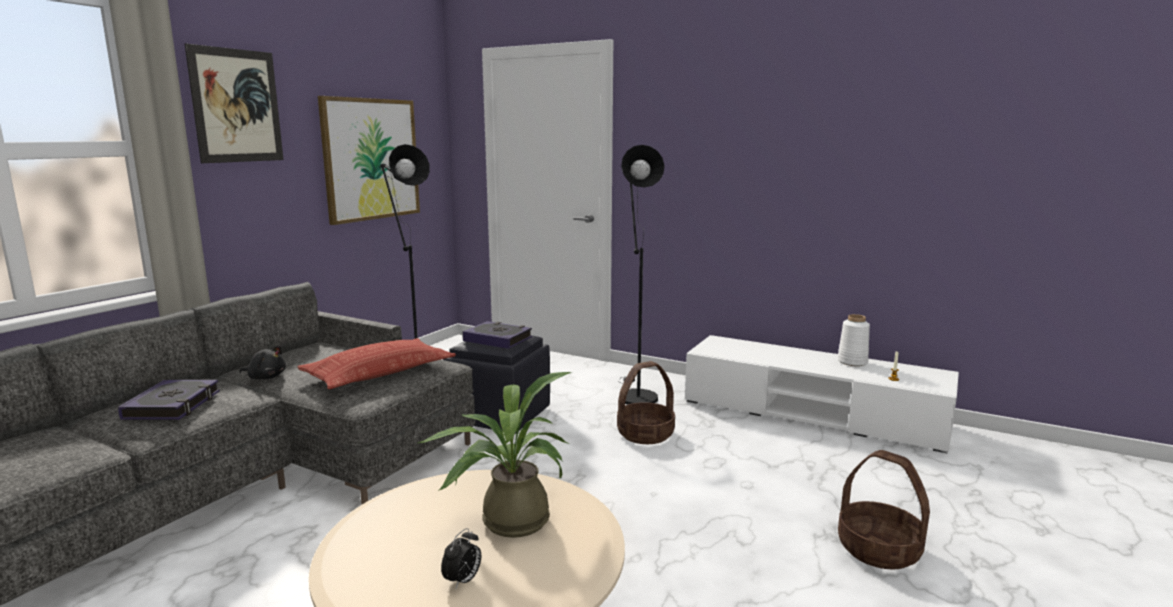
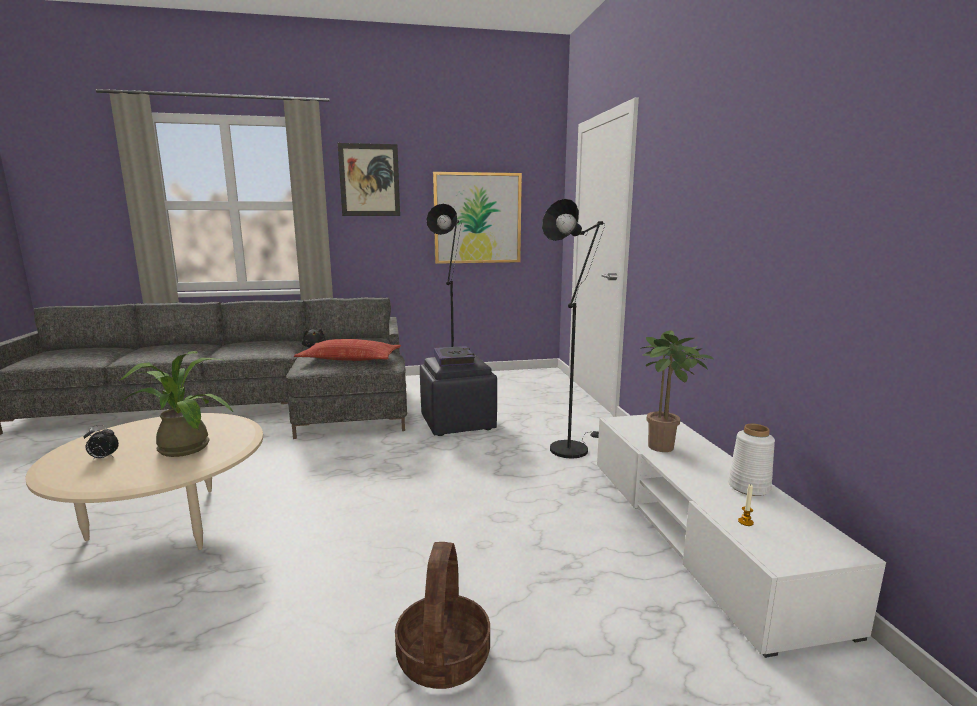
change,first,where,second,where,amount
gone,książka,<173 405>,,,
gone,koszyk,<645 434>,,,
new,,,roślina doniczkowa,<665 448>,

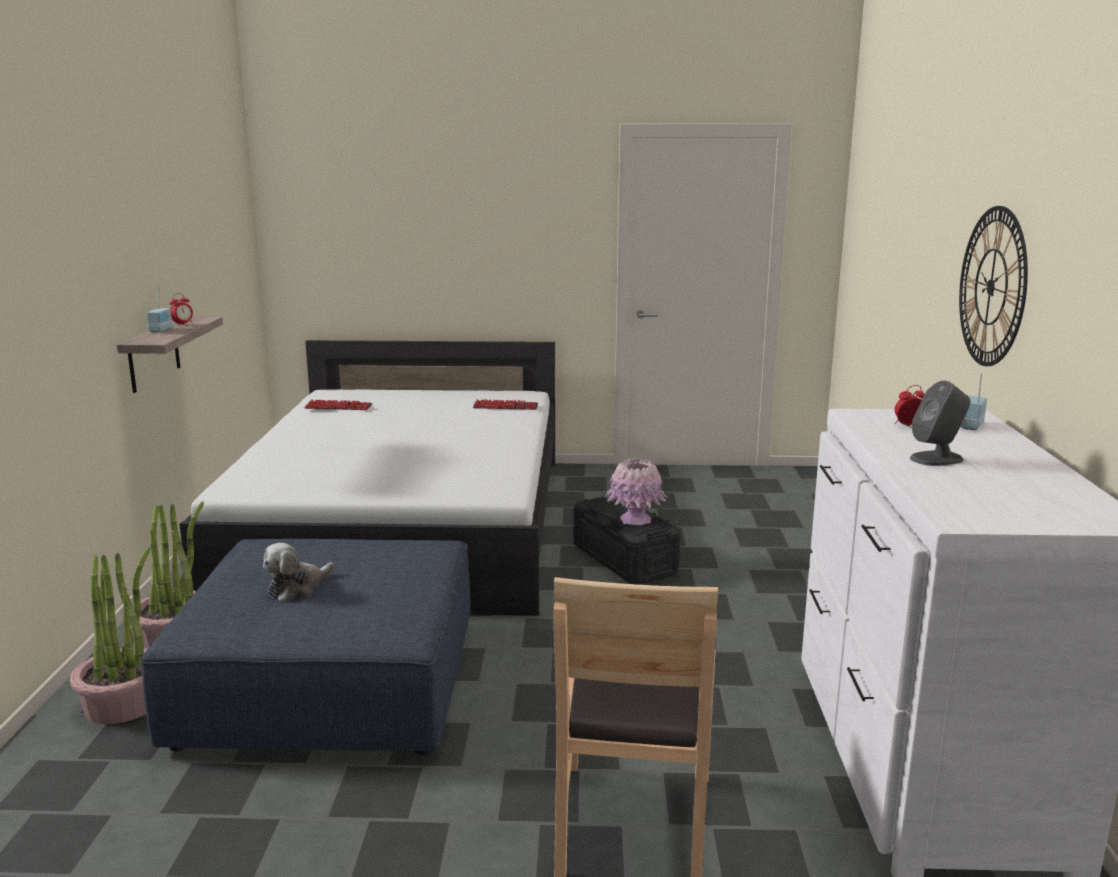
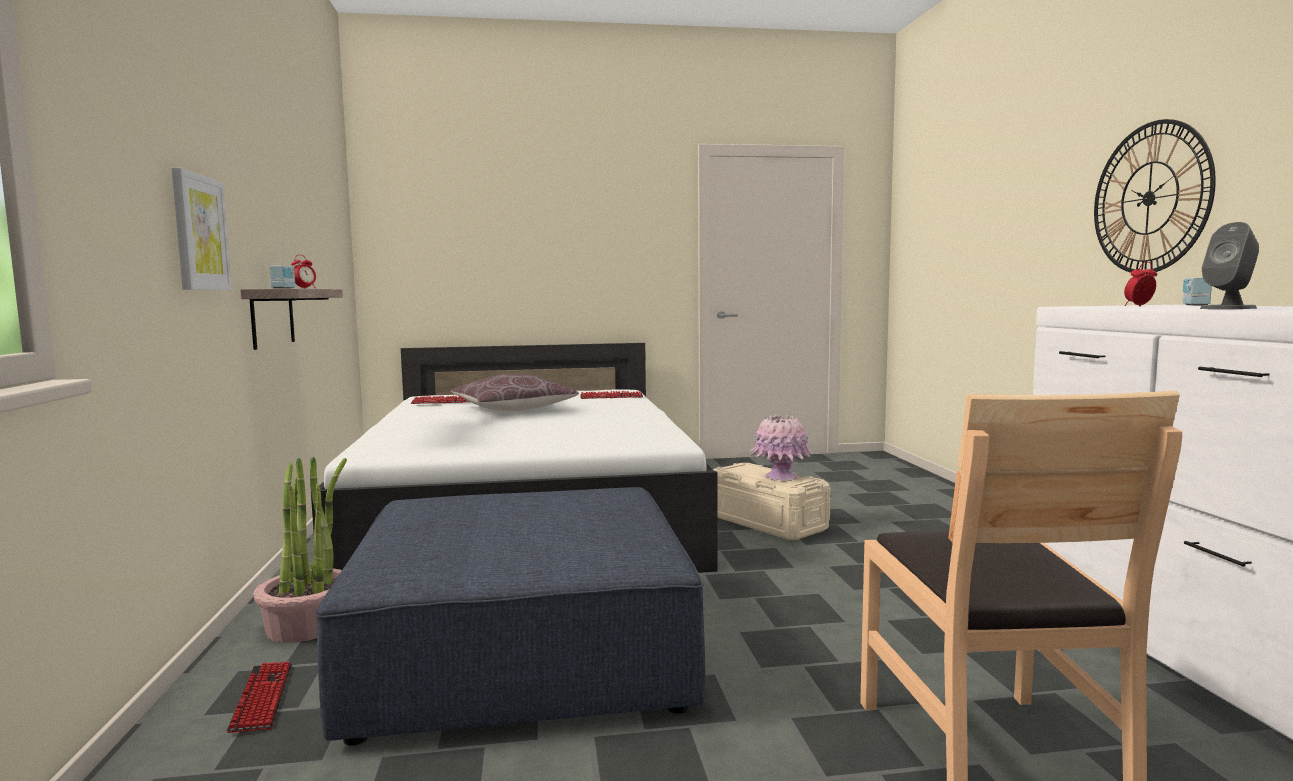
change,first,where,second,where,amount
gone,pluszak,<297 588>,,,
new,,,obraz,<199 233>,
new,,,poduszka [brązowy],<514 410>,
swapped,roślina doniczkowa,<123 703>,klawiatura,<262 698>,
repainted,pojemnik do przechowywania [czarny],<624 559>,pojemnik do przechowywania [beżowy],<766 522>,

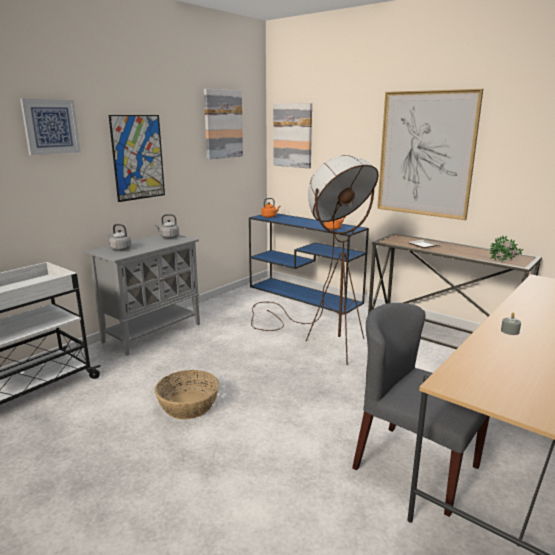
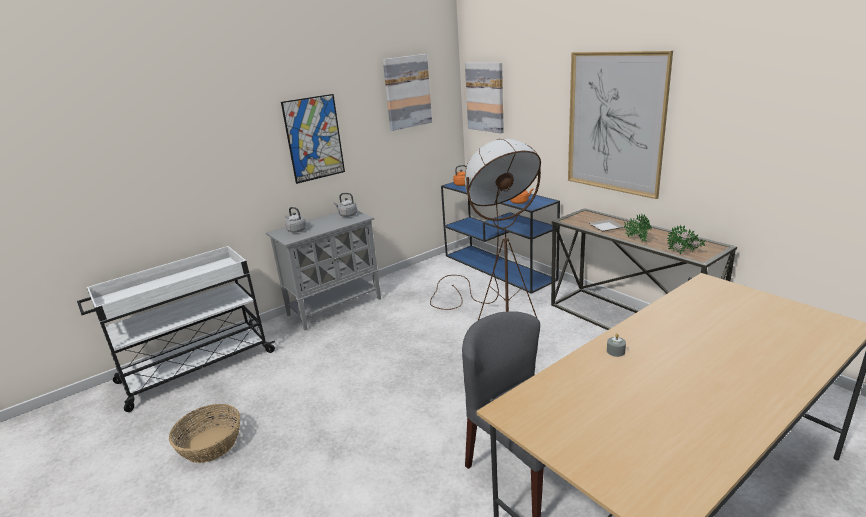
change,first,where,second,where,amount
gone,obraz,<51 127>,,,
new,,,roślina doniczkowa,<636 239>,
shifted,koszyk,<188 405>,,<210 444>,

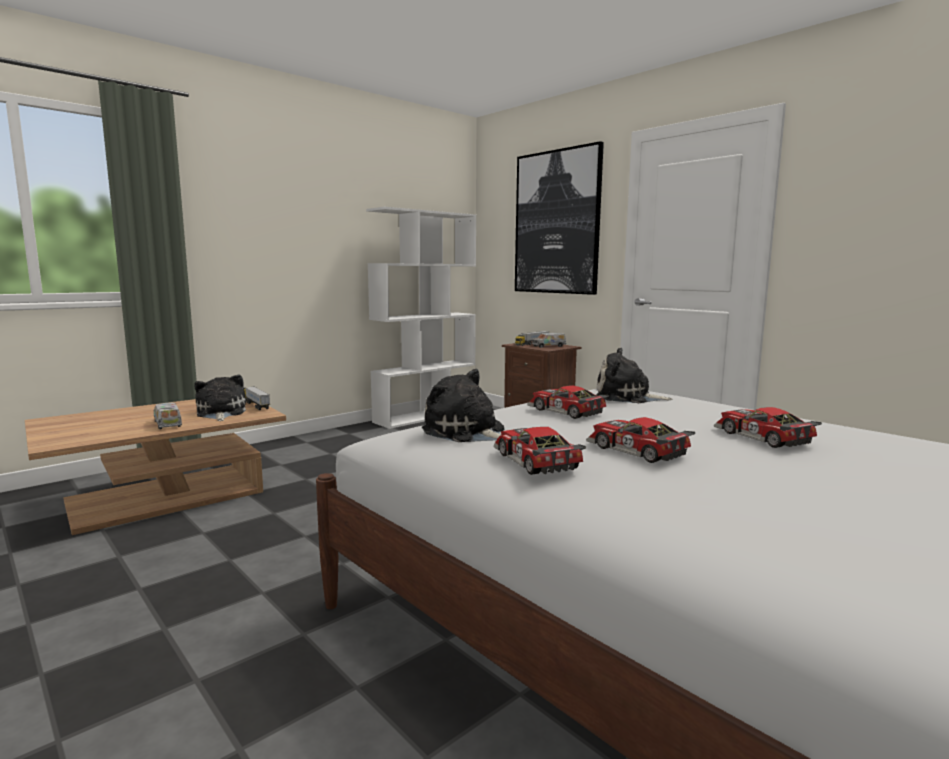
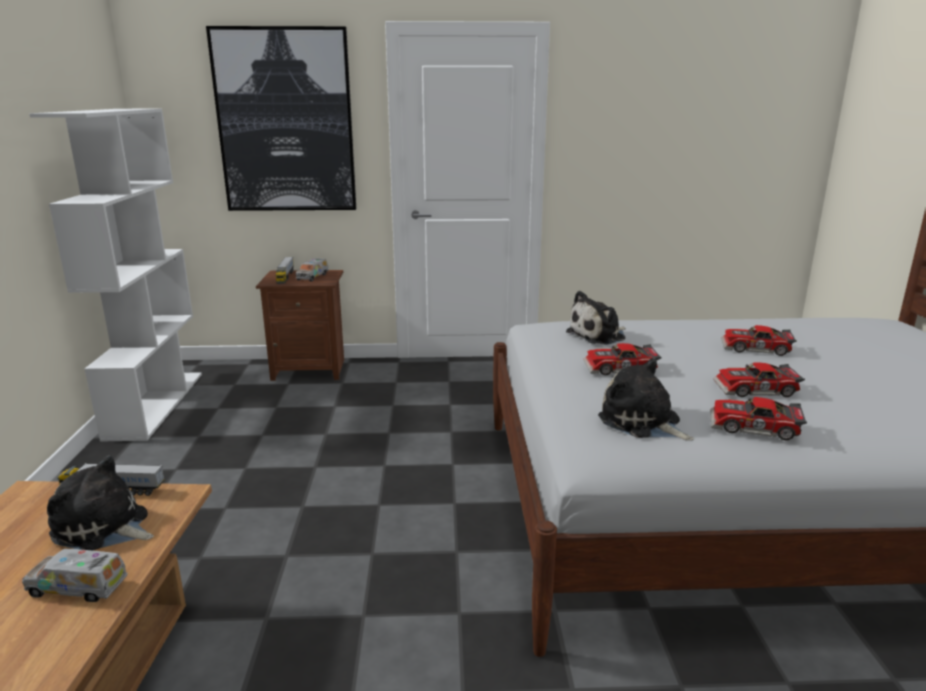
change,first,where,second,where,amount
rotated,pluszak,<467 432>,,<642 422>,60 degrees clockwise

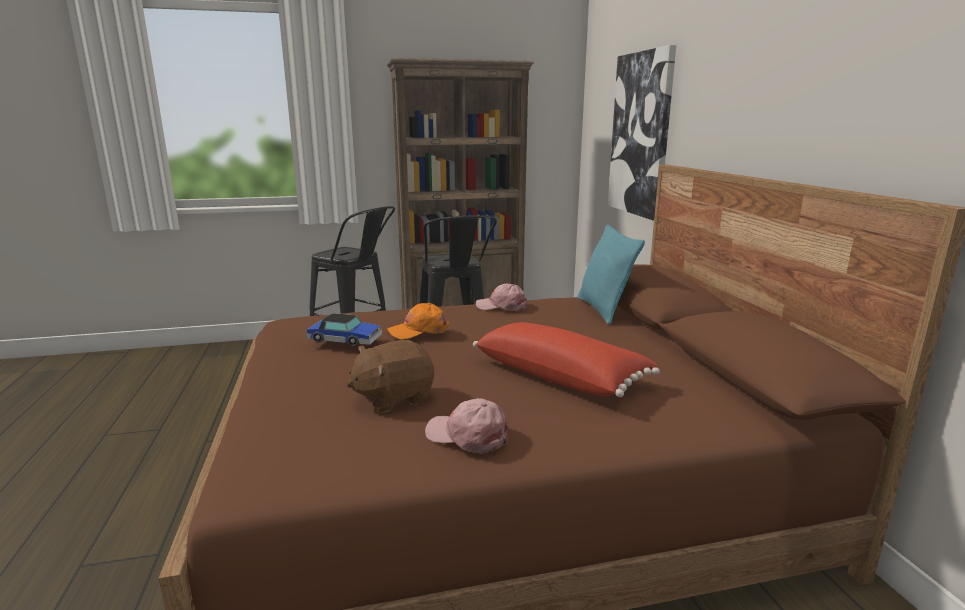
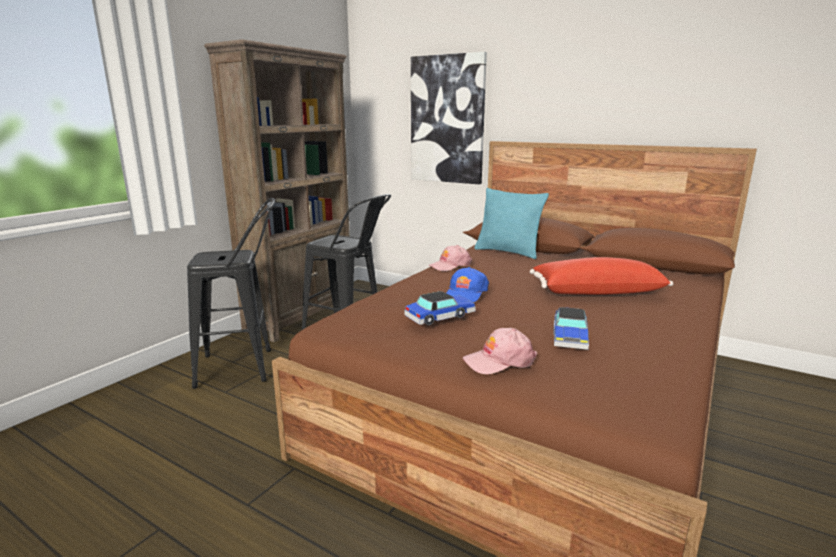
change,first,where,second,where,amount
shifted,czapka z daszkiem [różowy],<467 435>,,<499 361>,
swapped,pluszak [brązowy],<393 398>,samochodzik,<569 336>,
repainted,czapka z daszkiem [pomarańczowy],<418 330>,czapka z daszkiem [niebieski],<465 293>,

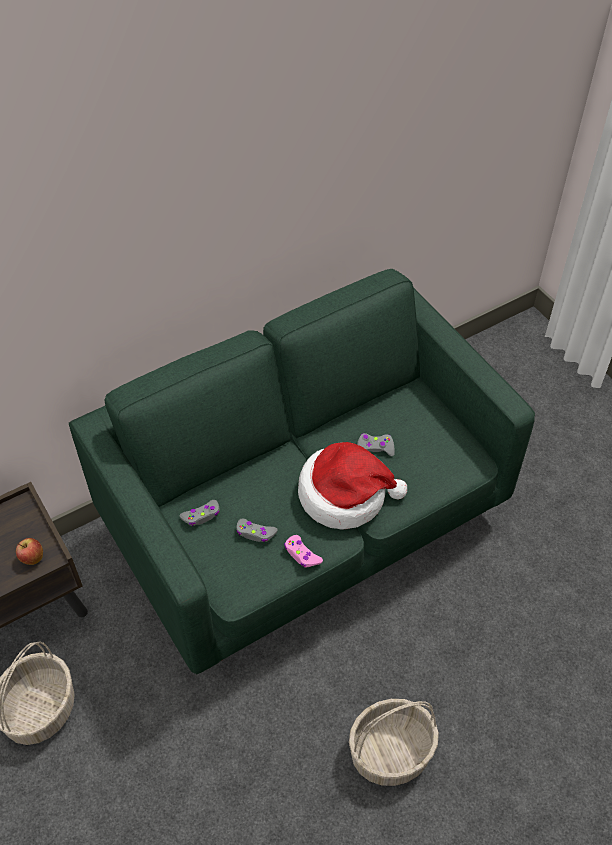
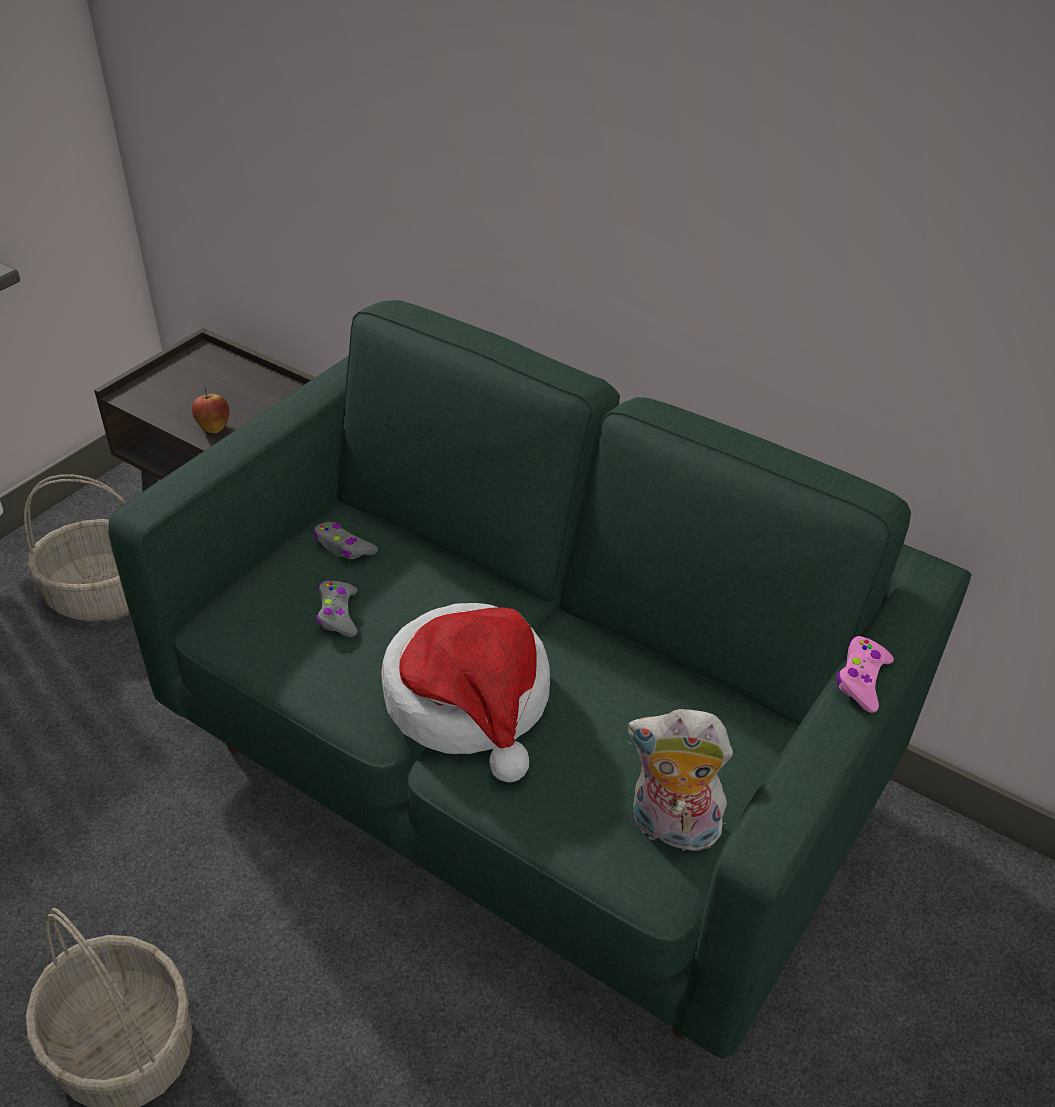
change,first,where,second,where,amount
gone,pad do gier [szary],<375 448>,,,
new,,,pluszak,<671 829>,
shifted,pad do gier [różowy],<302 555>,,<861 680>,

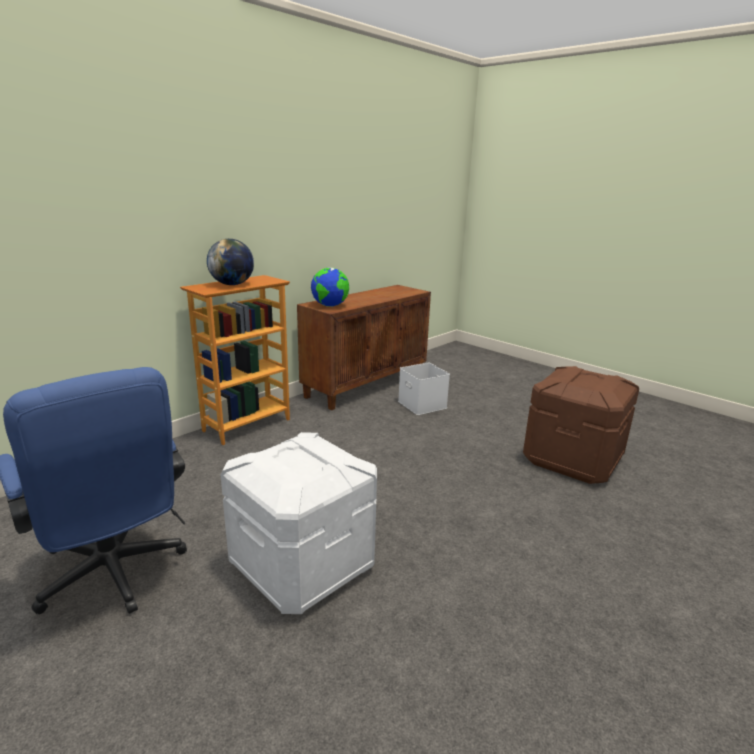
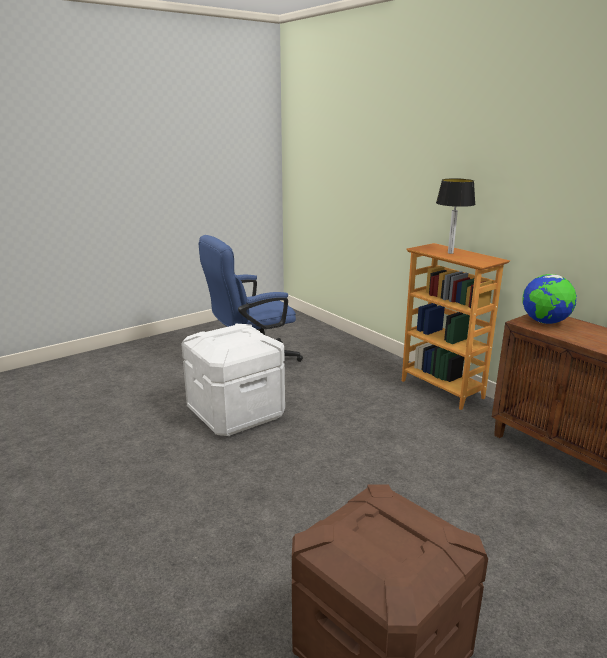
change,first,where,second,where,amount
gone,pojemnik do przechowywania [biały],<423 405>,,,
swapped,globus,<232 284>,lampa stołowa,<451 253>,

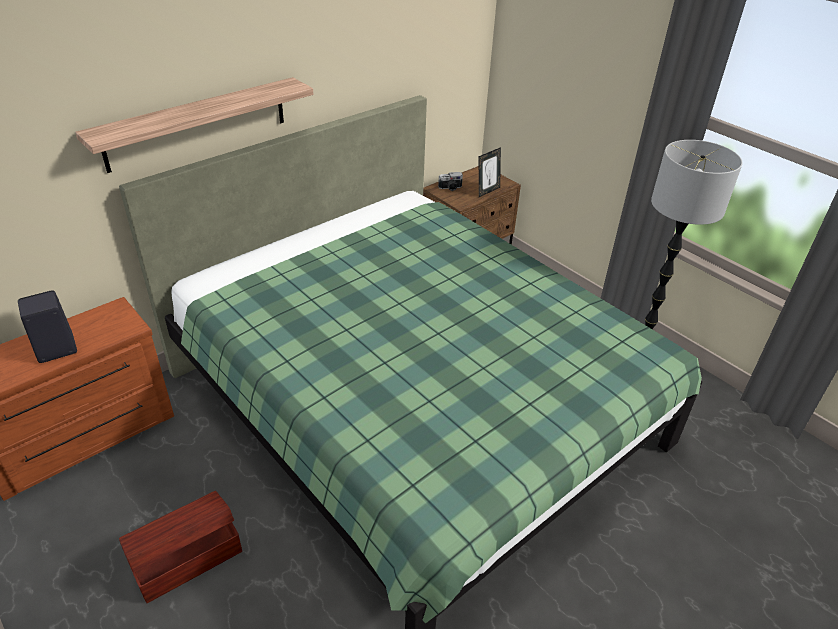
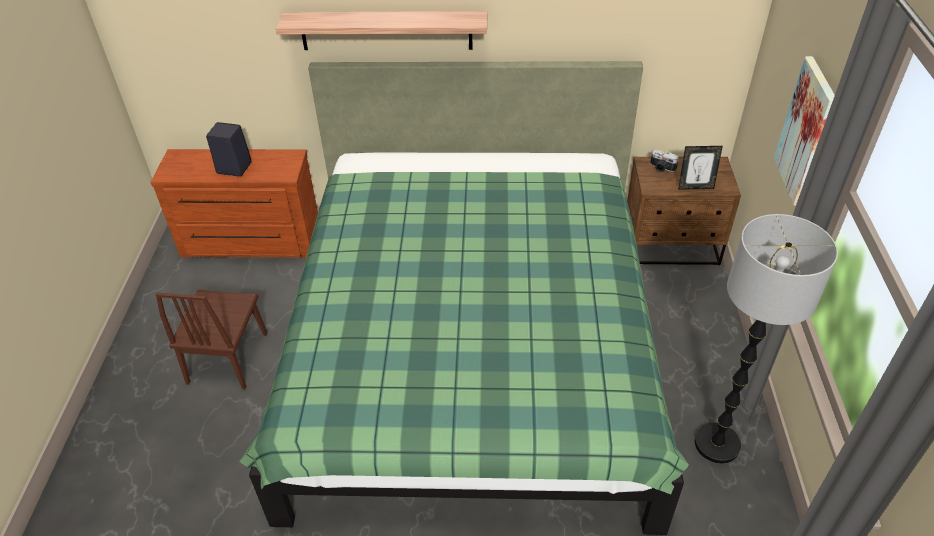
change,first,where,second,where,amount
new,,,obraz,<806 132>,
swapped,pojemnik do przechowywania [brązowy],<186 559>,krzesło [brązowy],<228 357>,

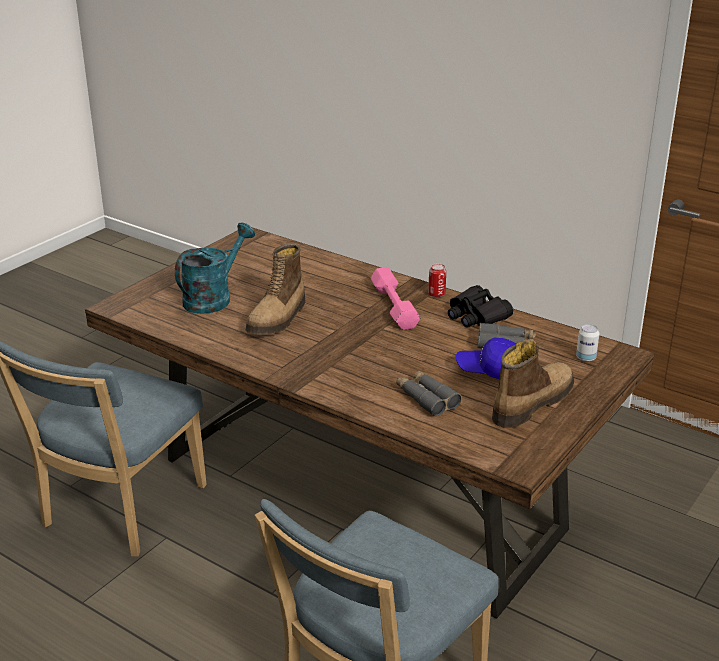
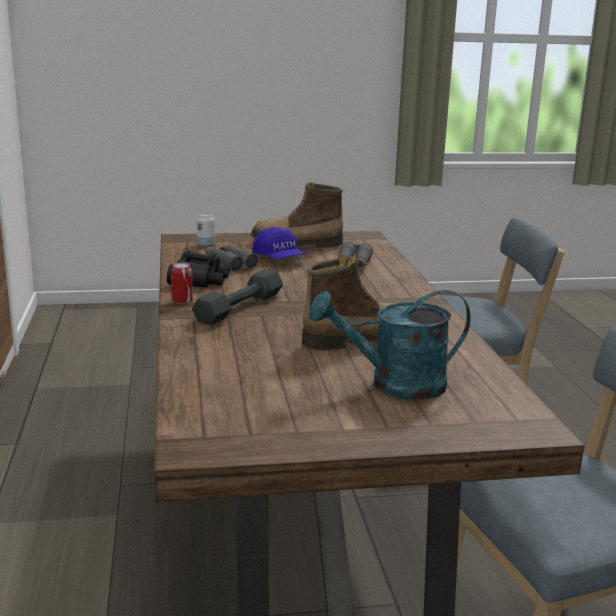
change,first,where,second,where,amount
repainted,hantel [różowy],<393 306>,hantel [szary],<239 308>,

